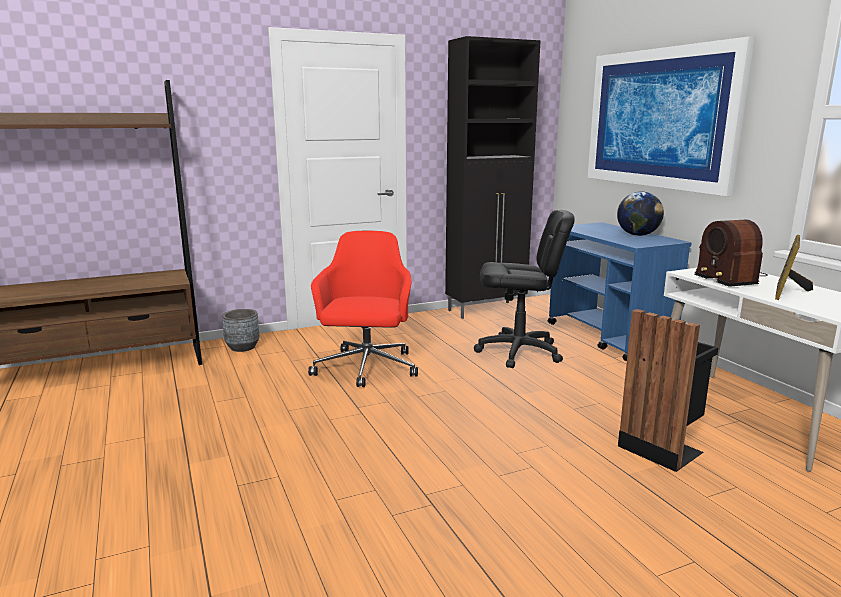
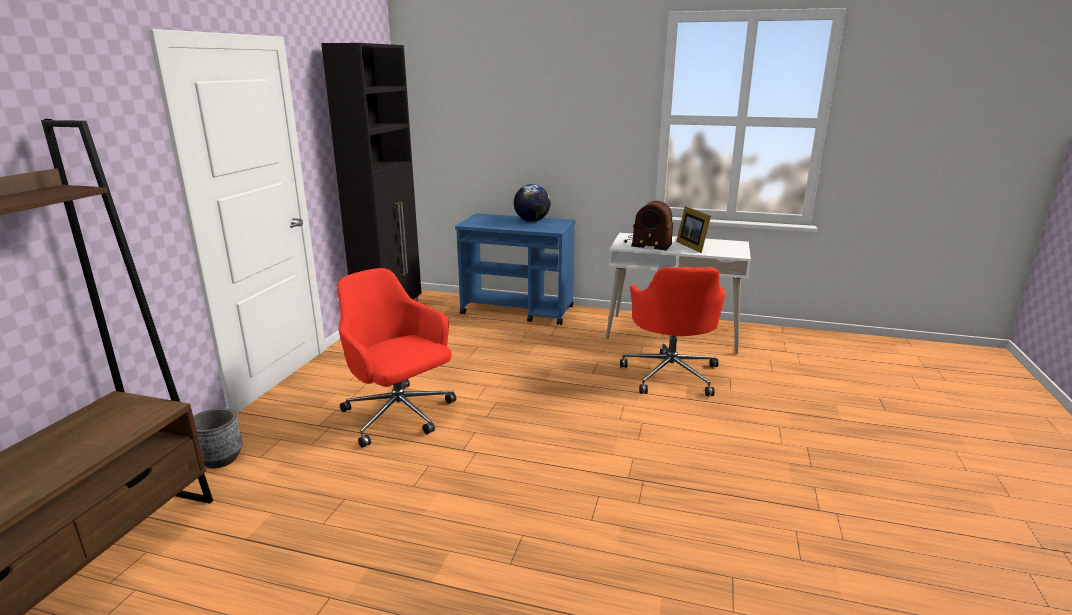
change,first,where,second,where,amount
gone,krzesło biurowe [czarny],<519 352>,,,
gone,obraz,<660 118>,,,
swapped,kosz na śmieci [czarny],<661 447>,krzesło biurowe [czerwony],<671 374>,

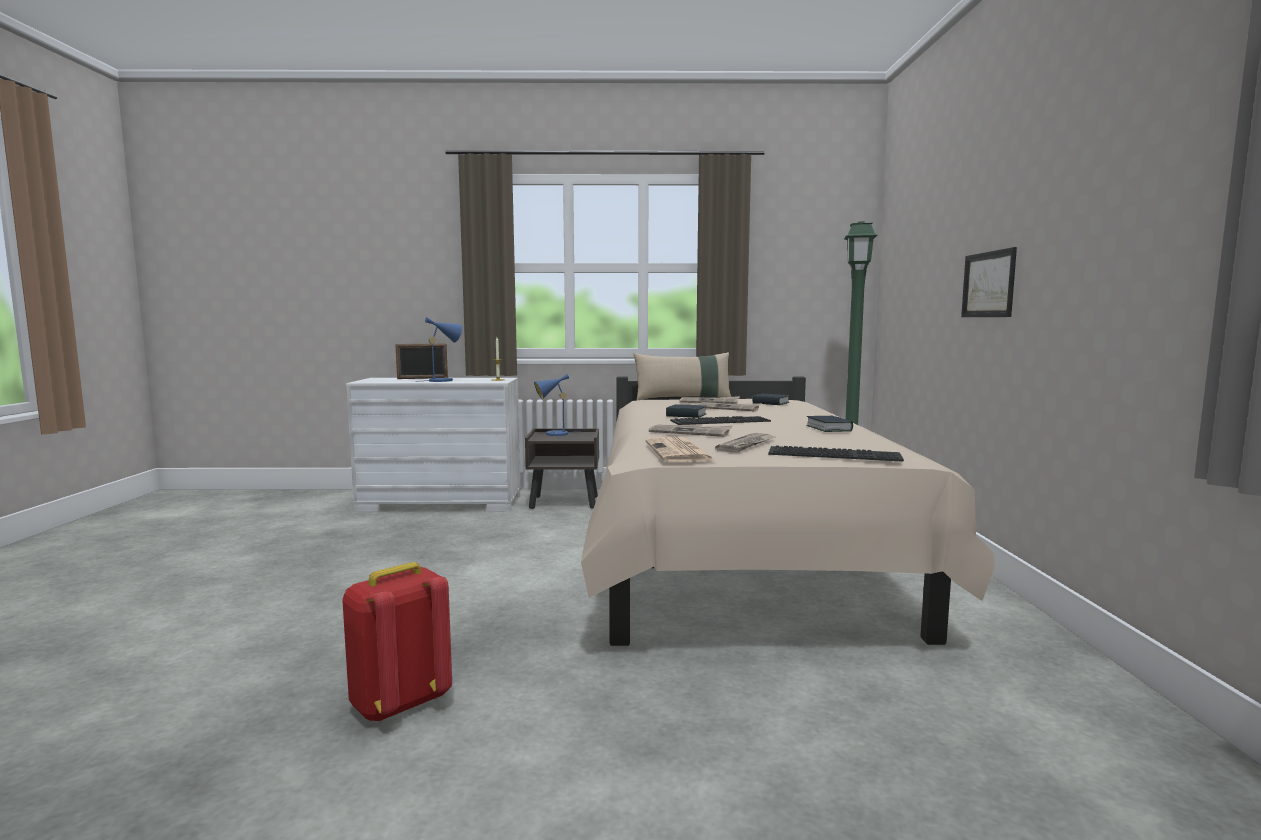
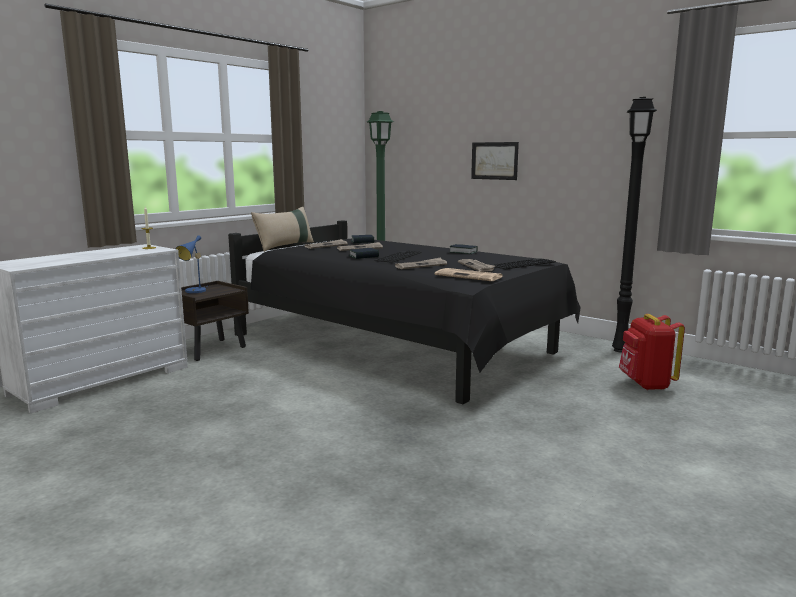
change,first,where,second,where,amount
gone,ramka na zdjęcie,<422 378>,,,
gone,lampa stołowa [niebieski],<444 380>,,,
new,,,lampa stojąca [czarny],<619 350>,
shifted,plecak [czerwony],<400 703>,,<646 384>,
repainted,łóżko [beżowy],<735 554>,łóżko [czarny],<398 345>,

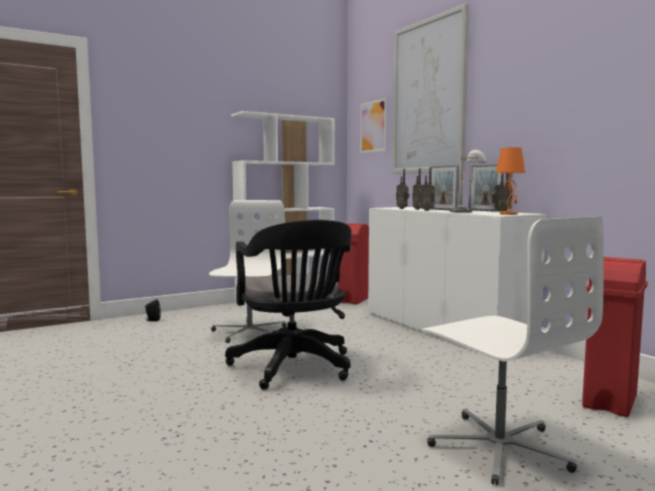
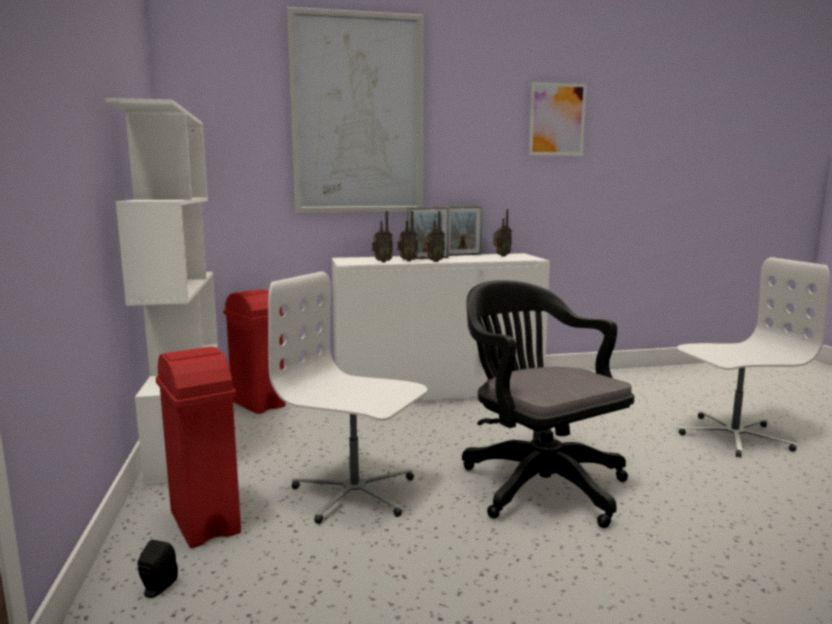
change,first,where,second,where,amount
gone,lampa stołowa [szary],<468 212>,,,
gone,lampa stołowa [pomarańczowy],<508 214>,,,
shifted,obraz,<373 126>,,<557 119>,
shifted,kosz na śmieci [czerwony],<609 402>,,<205 523>,
rotated,krzesło biurowe [czarny],<294 368>,,<537 483>,120 degrees counterclockwise

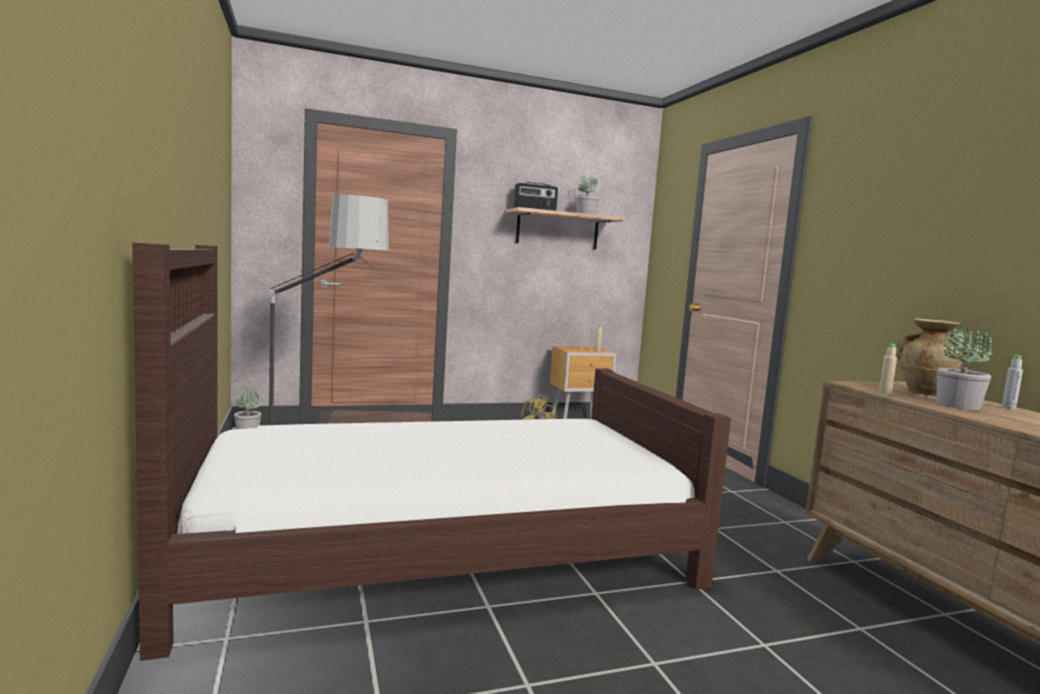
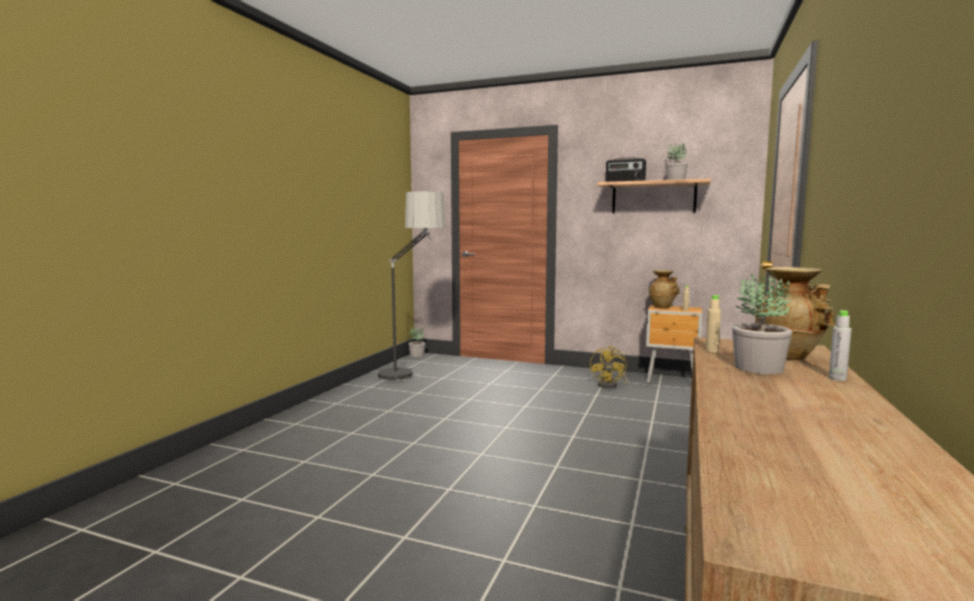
change,first,where,second,where,amount
gone,łóżko [brązowy],<437 550>,,,
new,,,wazon [beżowy],<662 307>,

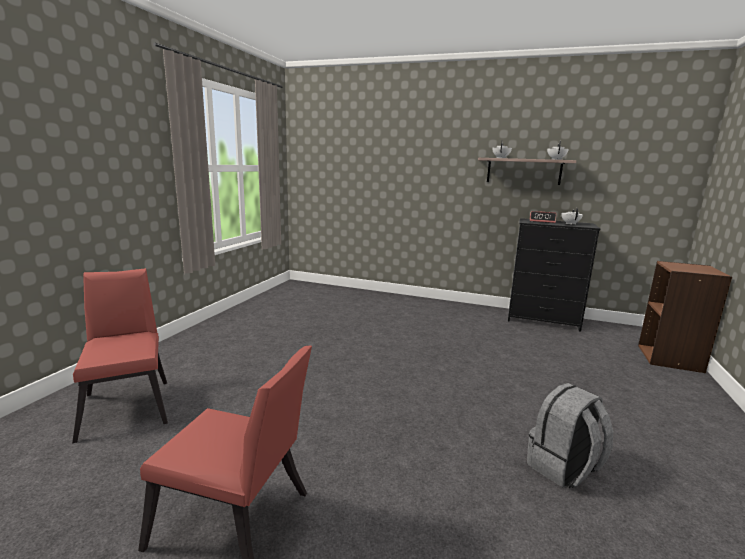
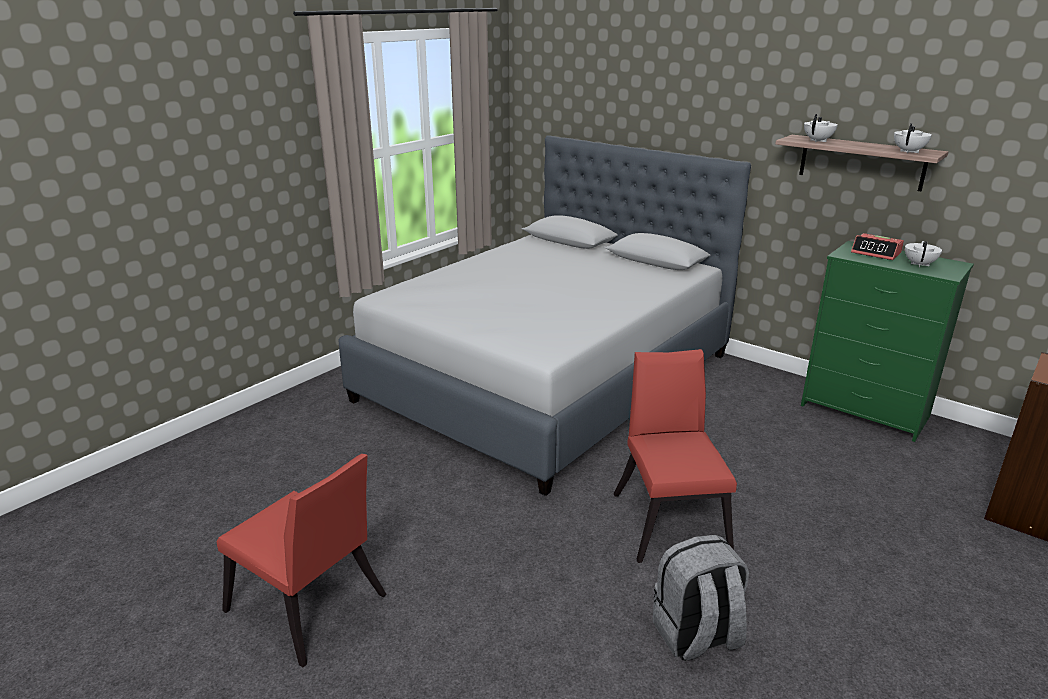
change,first,where,second,where,amount
new,,,łóżko [szary],<548 377>,
shifted,krzesło [czerwony],<128 404>,,<669 518>,
repainted,komoda [czarny],<543 320>,komoda [zielony],<865 411>,

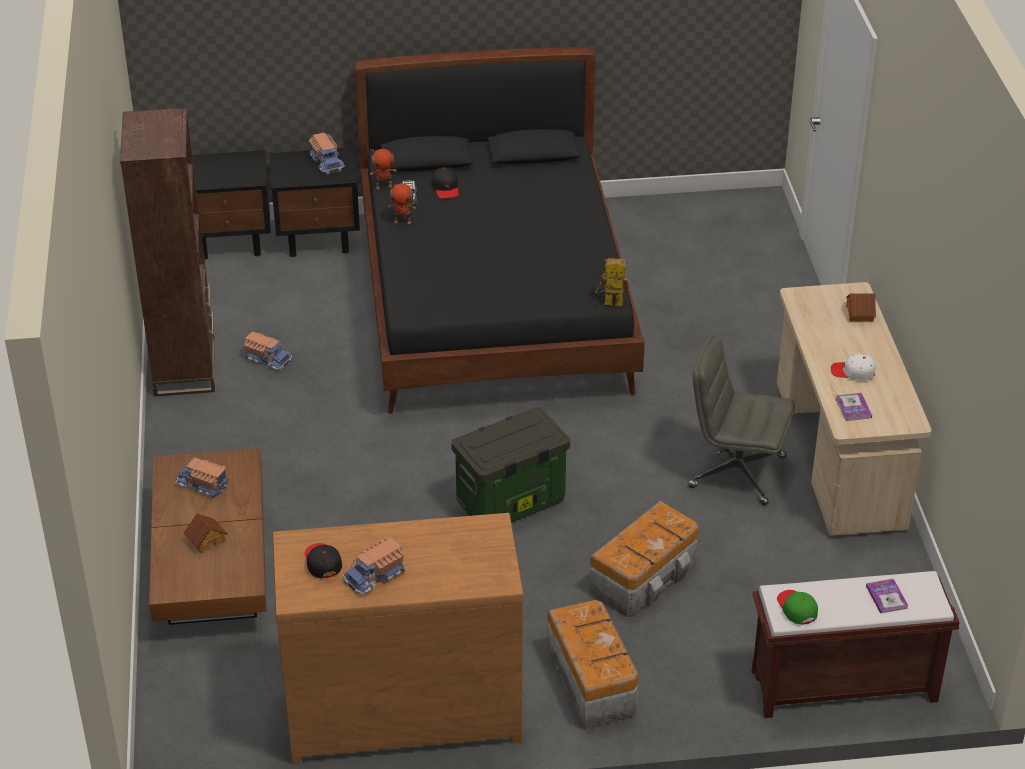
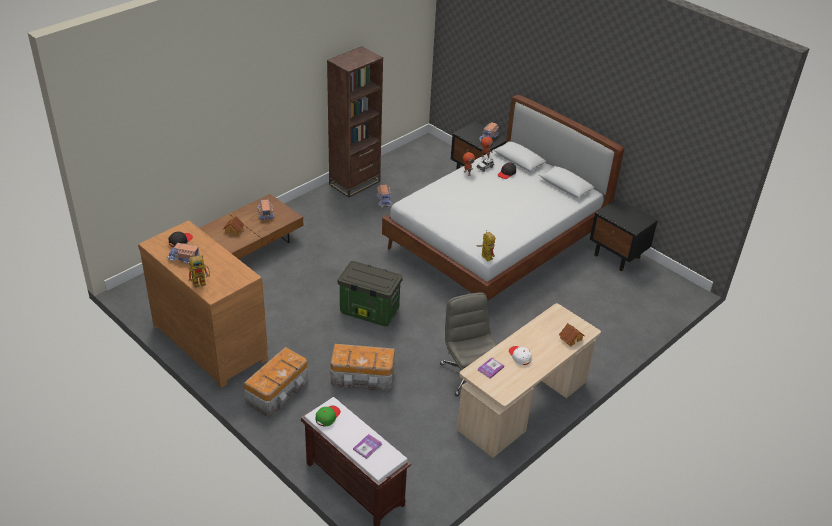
change,first,where,second,where,amount
new,,,robot zabawkowy,<202 282>,
shifted,szafka nocna [czarny],<232 241>,,<617 256>,
repainted,łóżko [czarny],<495 304>,łóżko [biały],<496 243>,

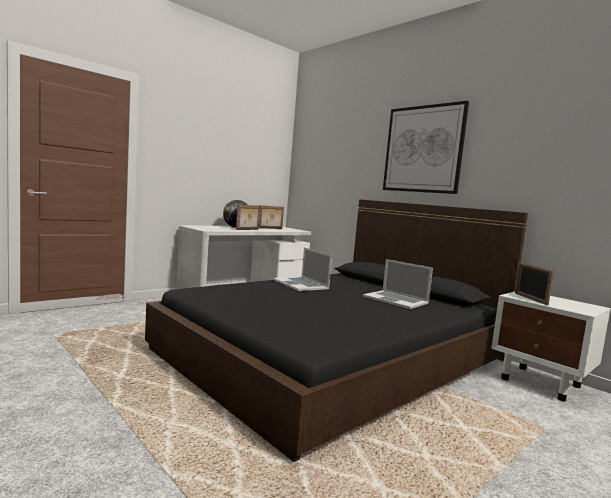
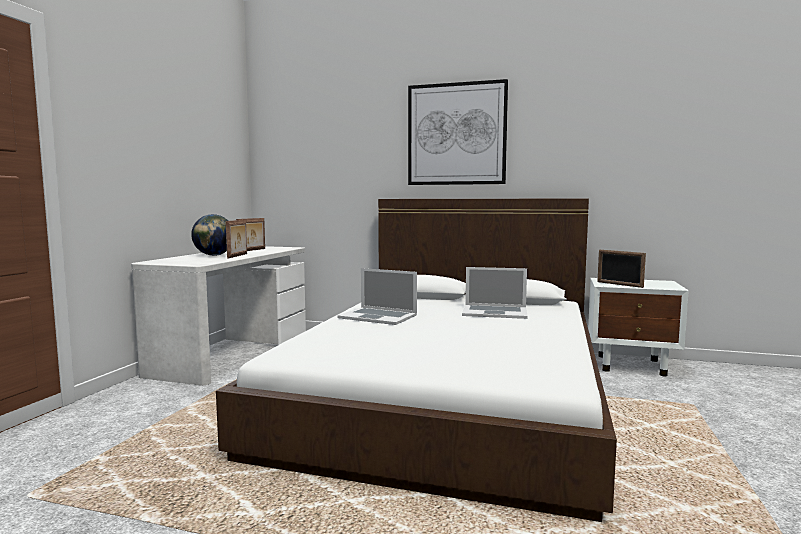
change,first,where,second,where,amount
repainted,łóżko [czarny],<336 354>,łóżko [biały],<449 393>,

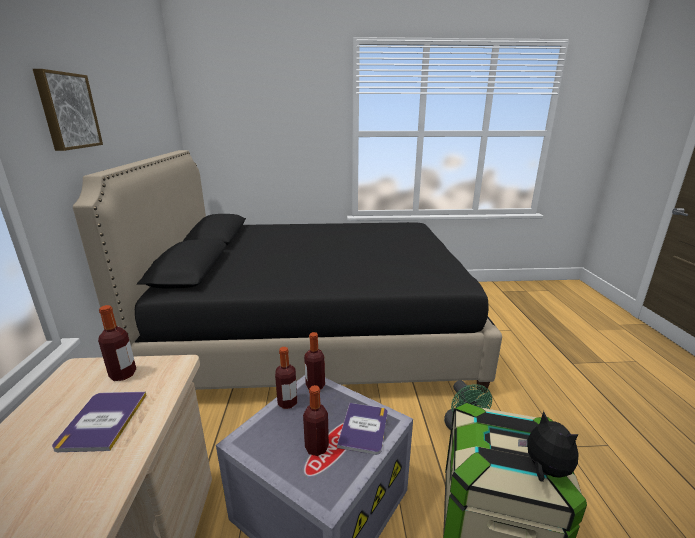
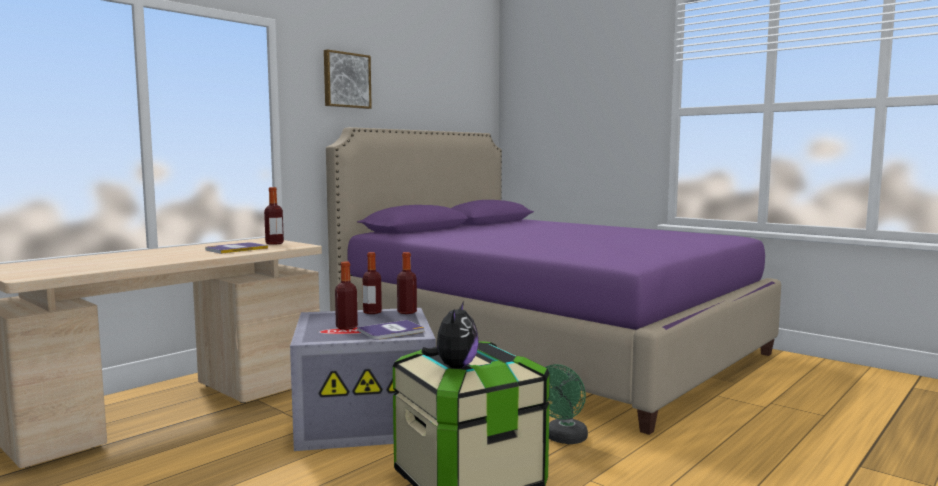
change,first,where,second,where,amount
repainted,łóżko [czarny],<316 332>,łóżko [fioletowy],<545 347>,

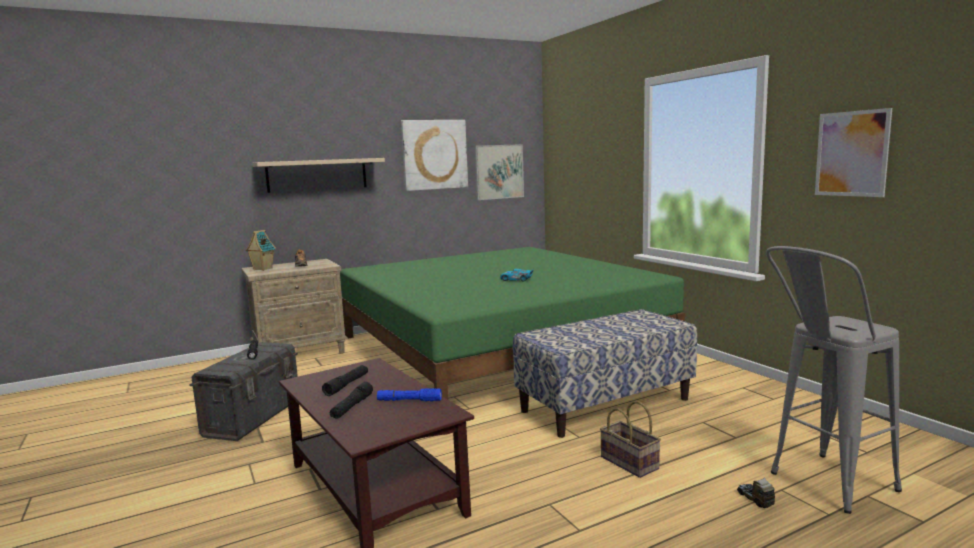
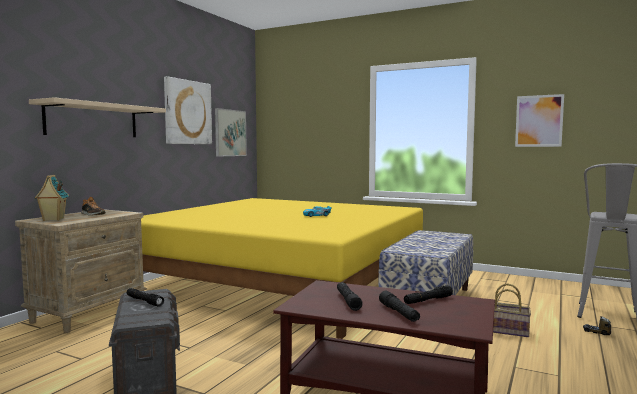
change,first,where,second,where,amount
repainted,łóżko [zielony],<498 348>,łóżko [żółty],<283 280>,
repainted,latarka [niebieski],<409 401>,latarka [czarny],<428 300>,

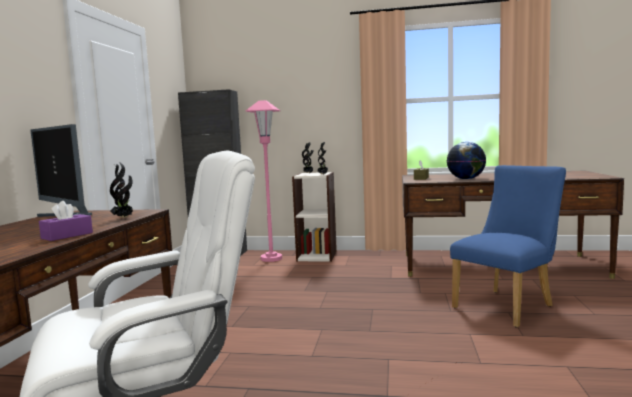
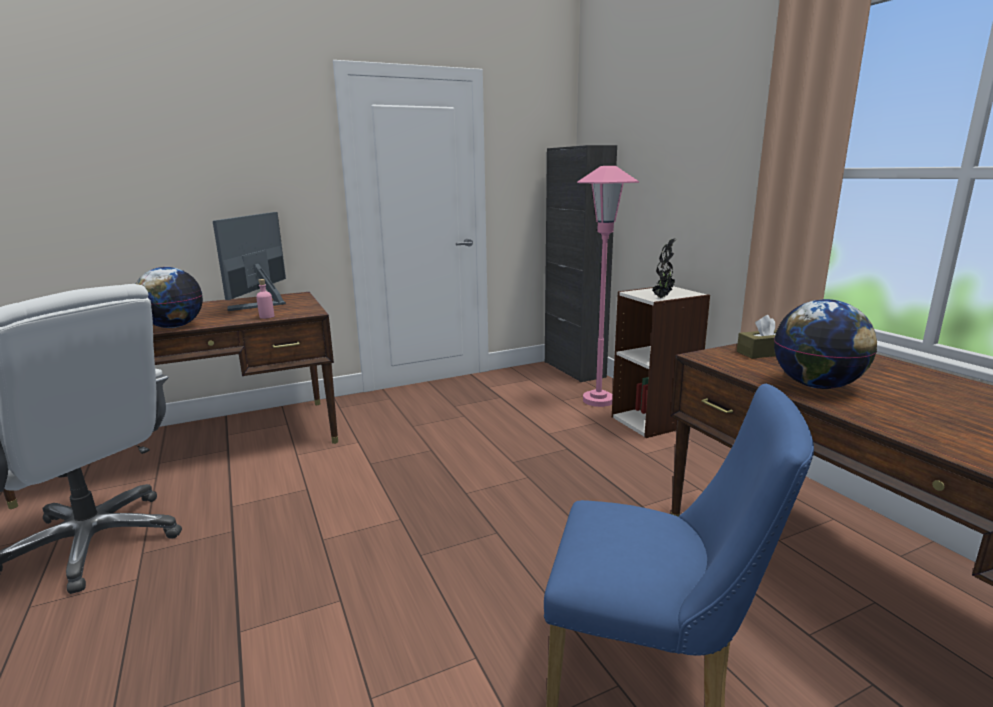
change,first,where,second,where,amount
swapped,pudełko chusteczek [fioletowy],<67 235>,globus,<173 327>,
swapped,roślina doniczkowa,<124 218>,butelka [różowy],<267 317>,

